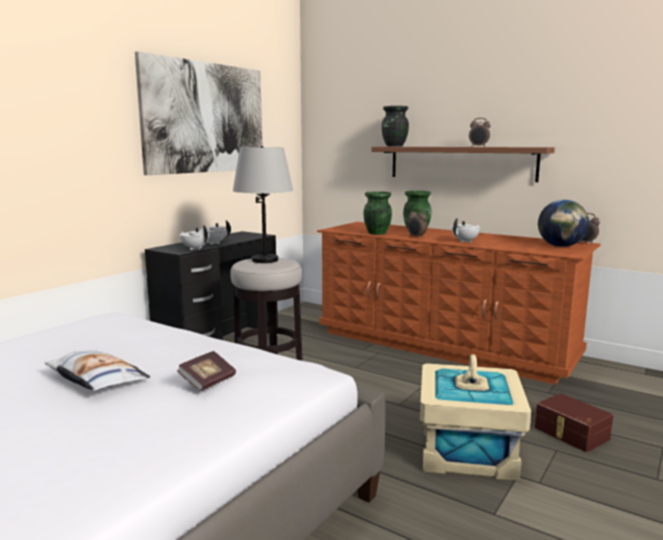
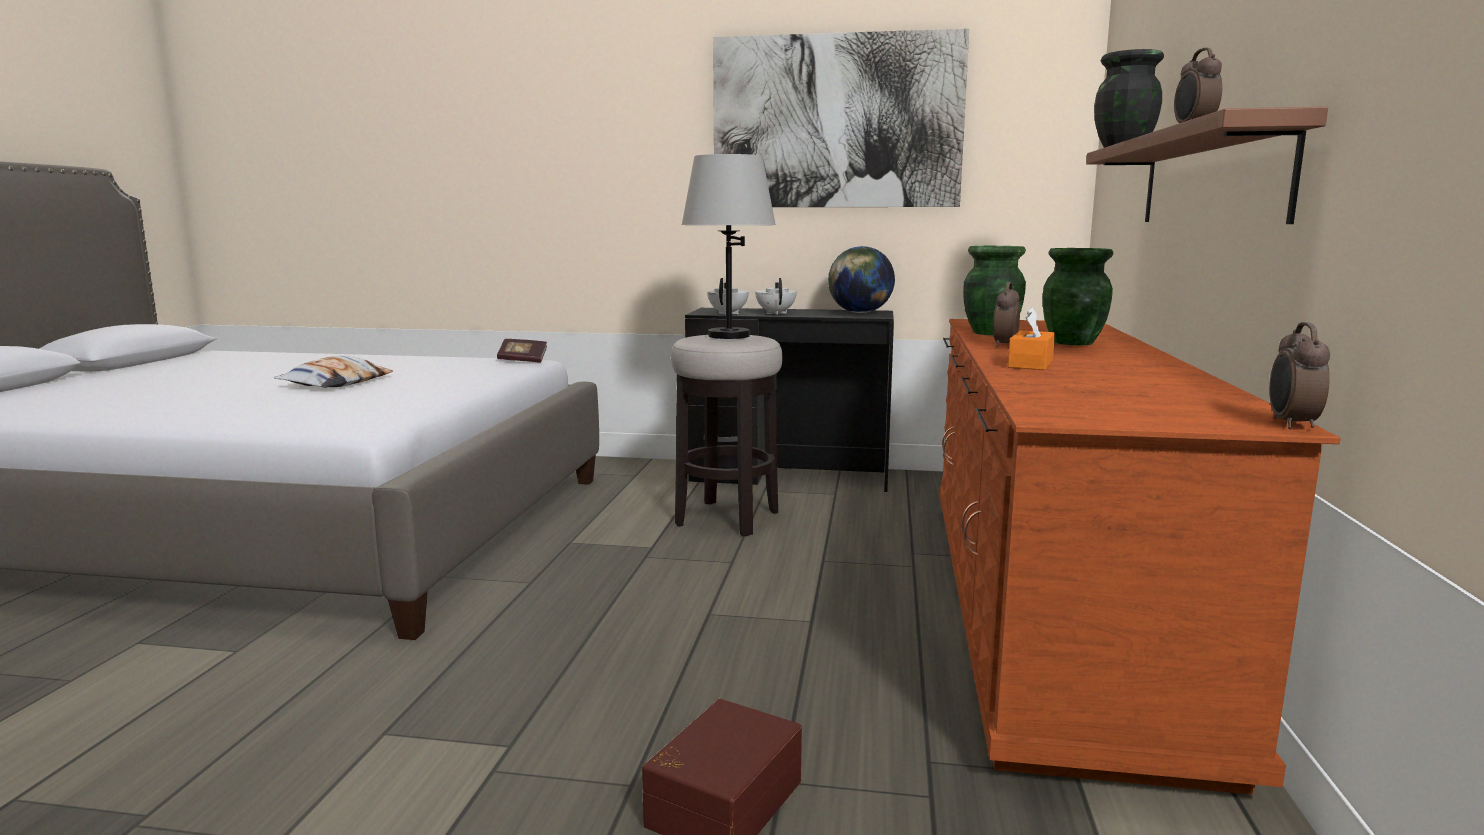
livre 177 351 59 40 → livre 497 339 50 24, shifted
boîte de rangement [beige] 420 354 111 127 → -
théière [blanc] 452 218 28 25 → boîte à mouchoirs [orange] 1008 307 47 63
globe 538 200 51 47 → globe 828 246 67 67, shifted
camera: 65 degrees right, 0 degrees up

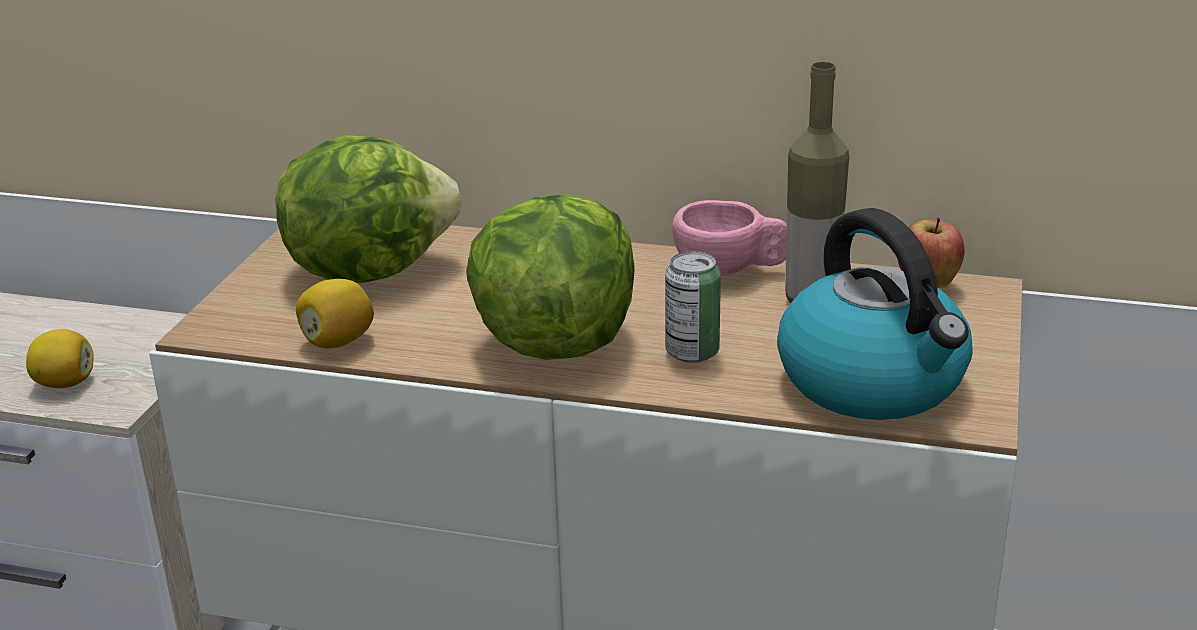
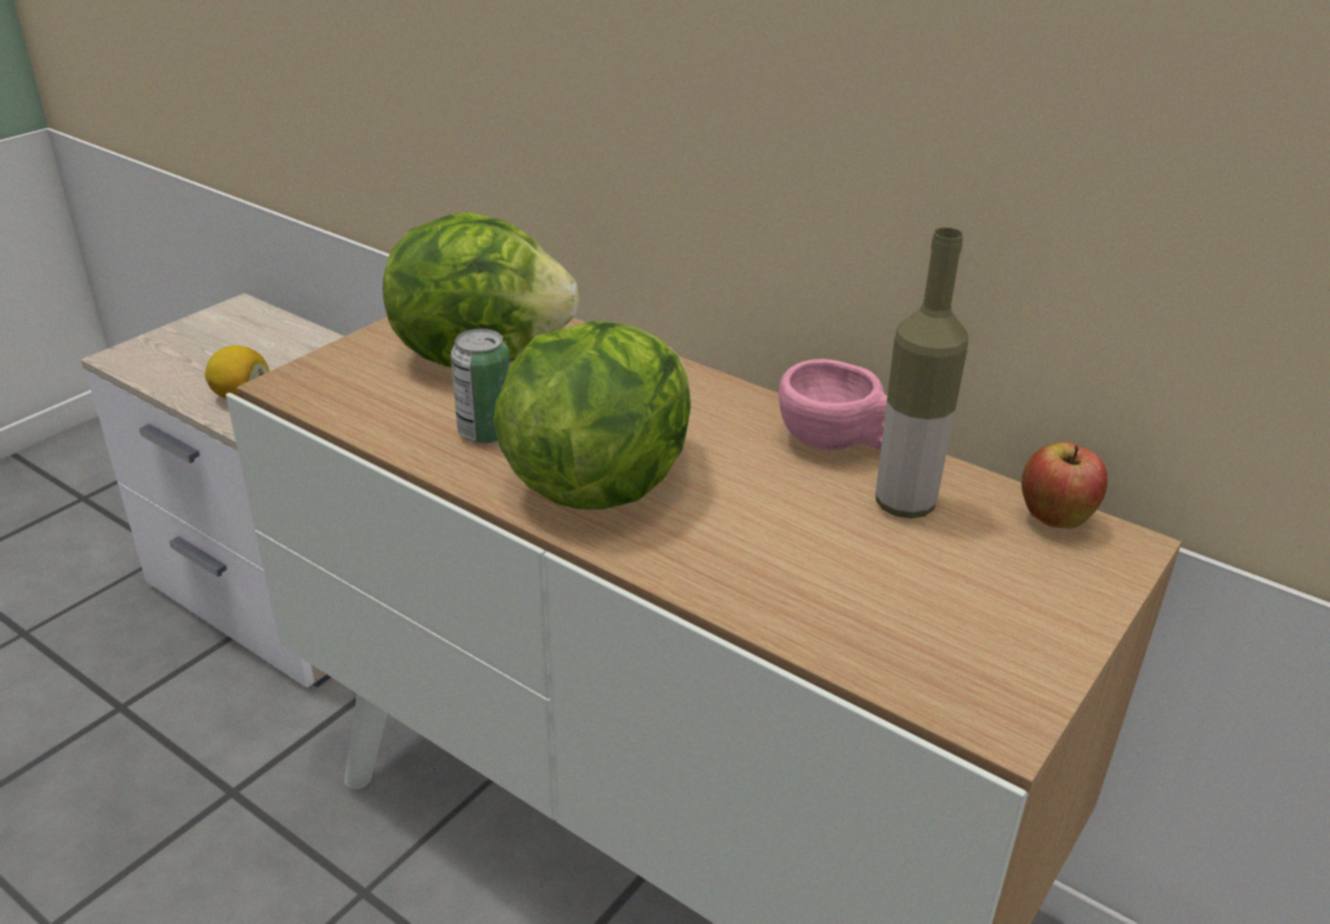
citron 296 279 78 70 → -
boîte métallique 665 251 56 112 → boîte métallique 451 329 59 115, shifted
bouilloire 777 208 195 212 → -
camera: 20 degrees right, 5 degrees up

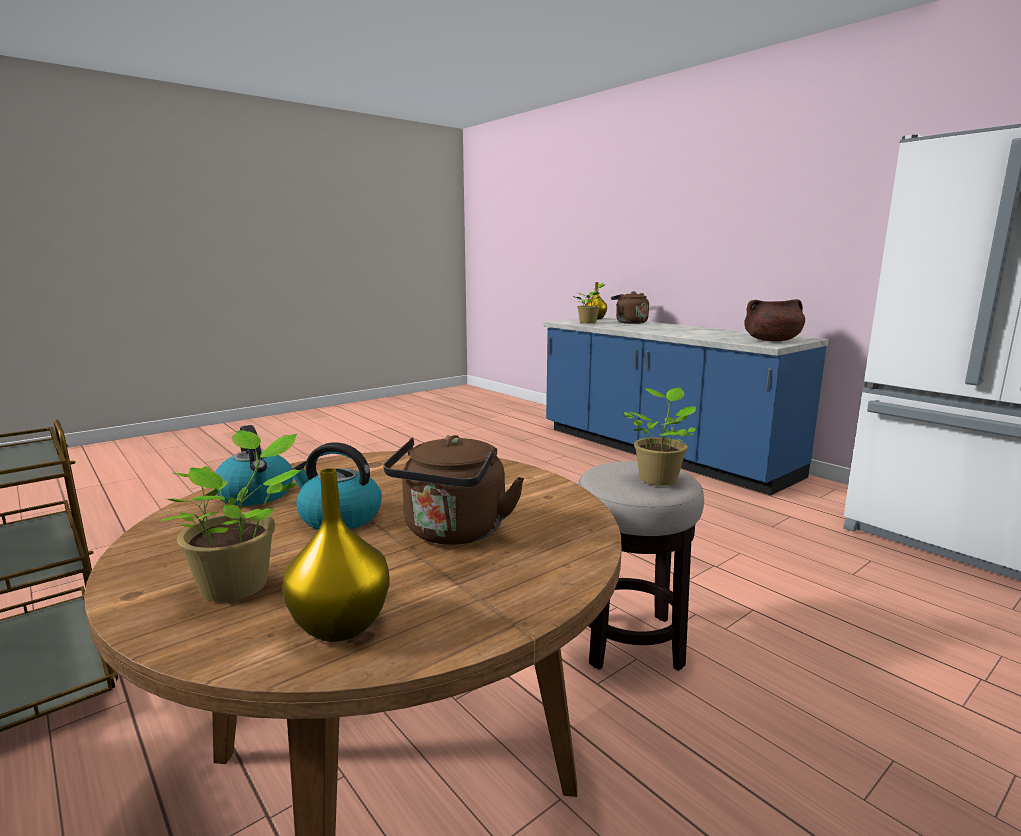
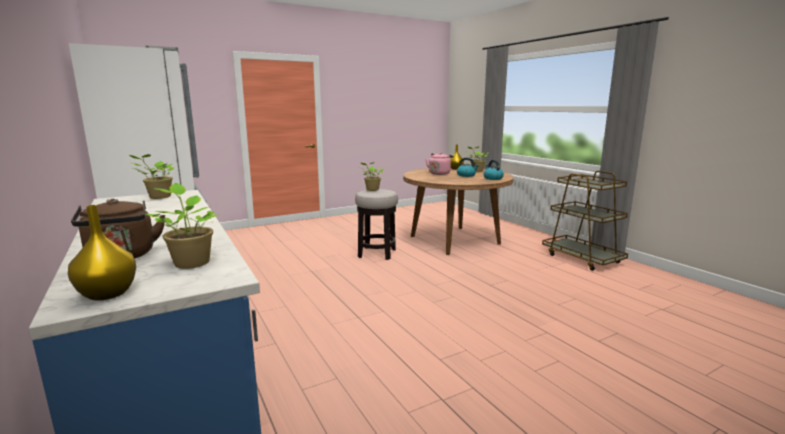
bouilloire [marron] 383 435 142 110 → bouilloire [rose] 425 153 29 22
marmite [marron] 744 299 61 43 → plante en pot 129 154 45 45
camera: 170 degrees left, 0 degrees up

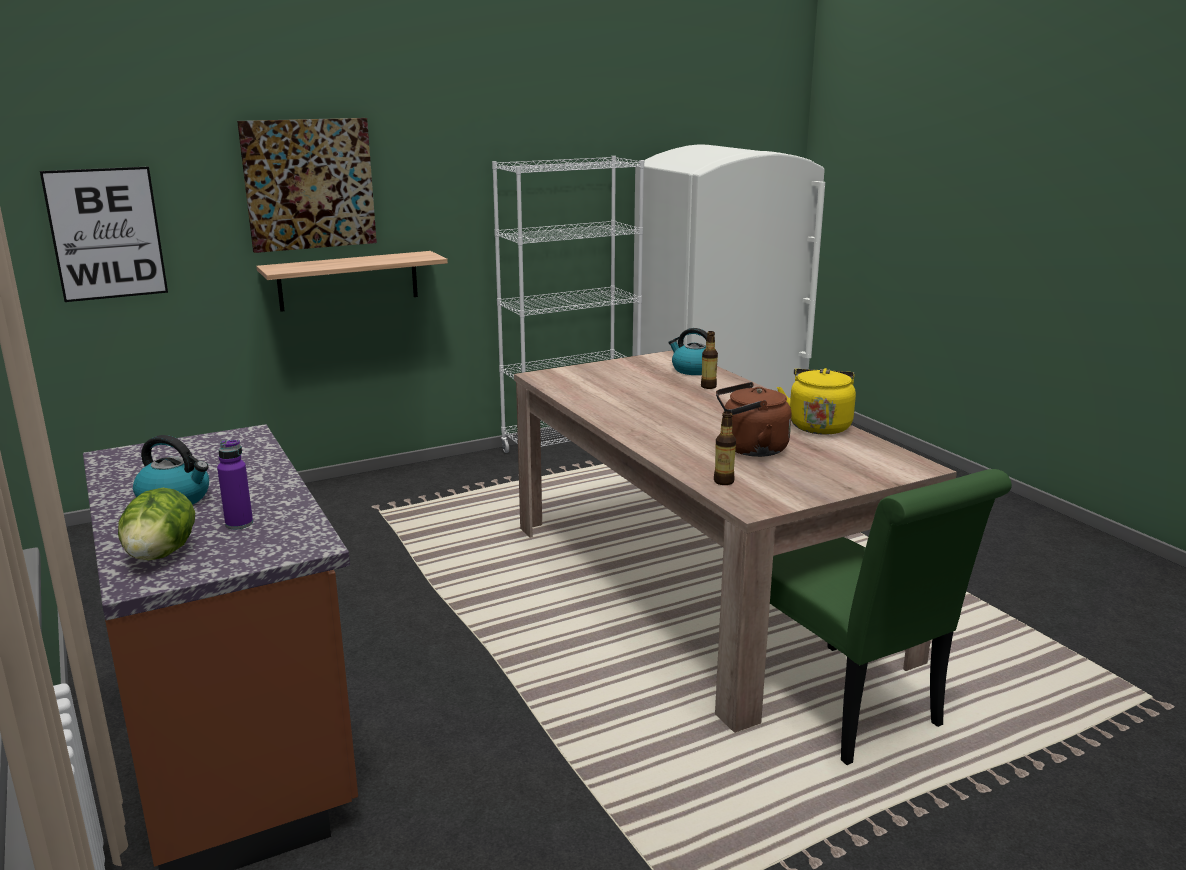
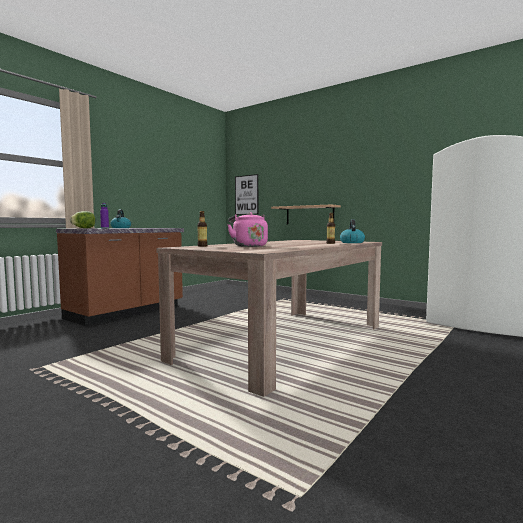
tableau 237 118 140 135 → -
bibliothèque [blanc] 492 156 152 297 → -
bouilloire [marron] 716 382 76 75 → bouilloire [rose] 227 212 41 35
chaise [vert] 770 469 242 296 → -
bouilloire [jaune] 777 368 79 66 → -
camera: 65 degrees right, 15 degrees down

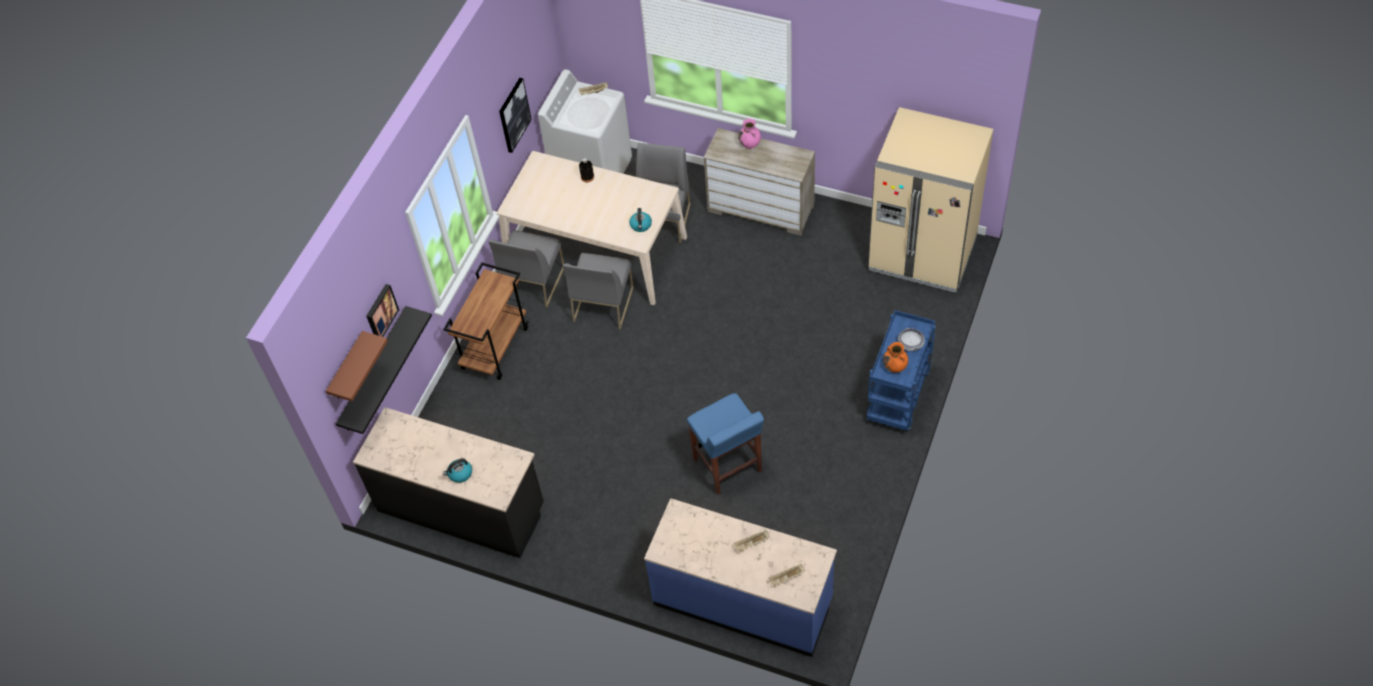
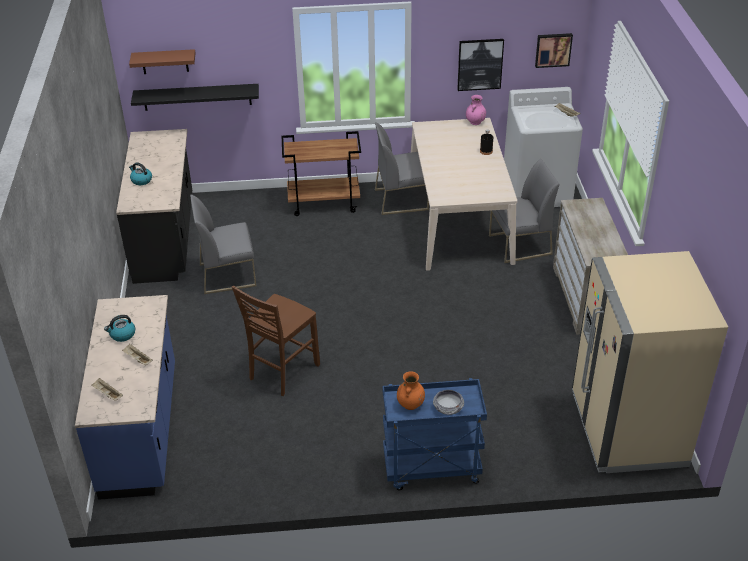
tableau 366 284 33 53 → tableau 535 33 38 35, shifted
chaise [gris] 563 253 71 76 → chaise [gris] 190 195 66 99, shifted
bouilloire 629 208 23 24 → bouilloire 104 315 31 27, shifted
tabouret [bleu] 687 393 77 102 → chaise [marron] 232 285 88 111
vase [rose] 738 119 23 30 → vase [rose] 466 95 20 30, shifted
camera: 60 degrees right, 15 degrees down

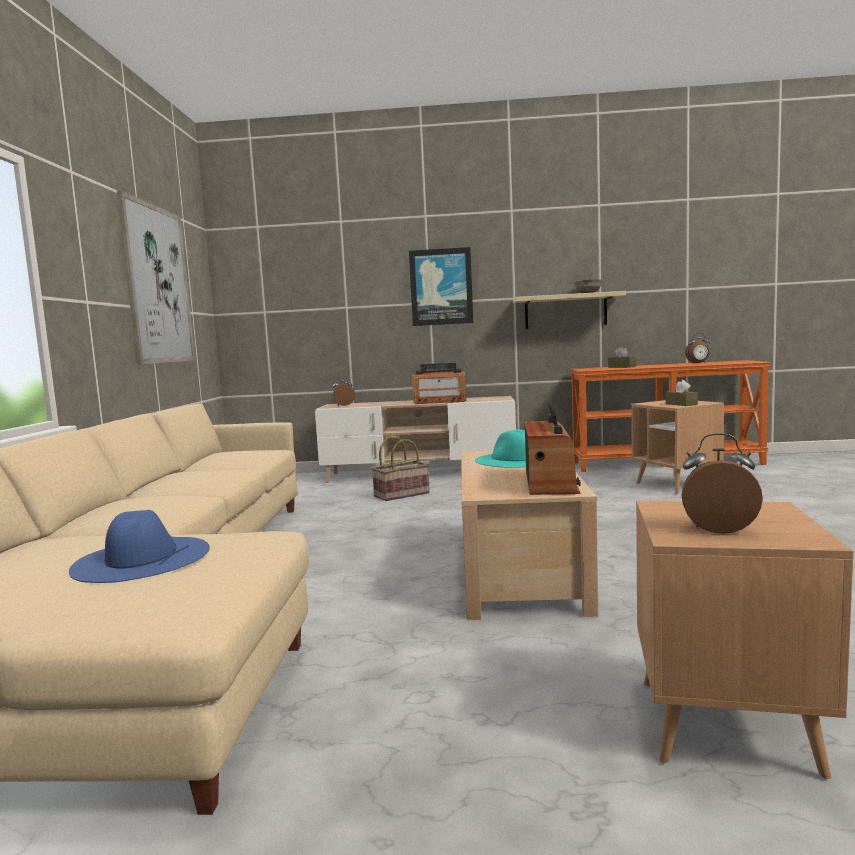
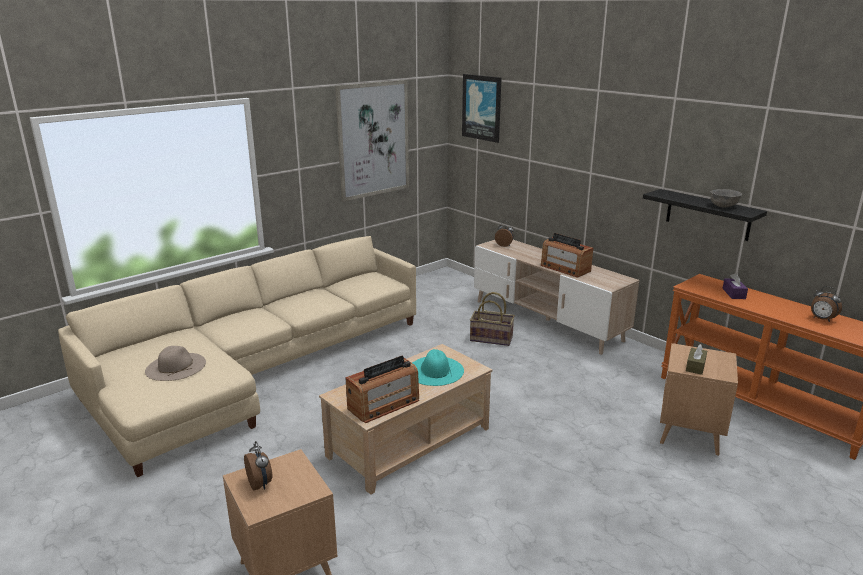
chapeau [bleu] 69 510 141 73 → chapeau [beige] 145 346 61 35
tableau 409 247 64 79 → tableau 462 74 39 69, shifted
étagère [beige] 513 291 113 38 → étagère [noir] 643 189 124 52
boîte à mouchoirs [marron] 608 346 28 22 → boîte à mouchoirs [violet] 722 273 26 26
camera: 45 degrees right, 15 degrees up

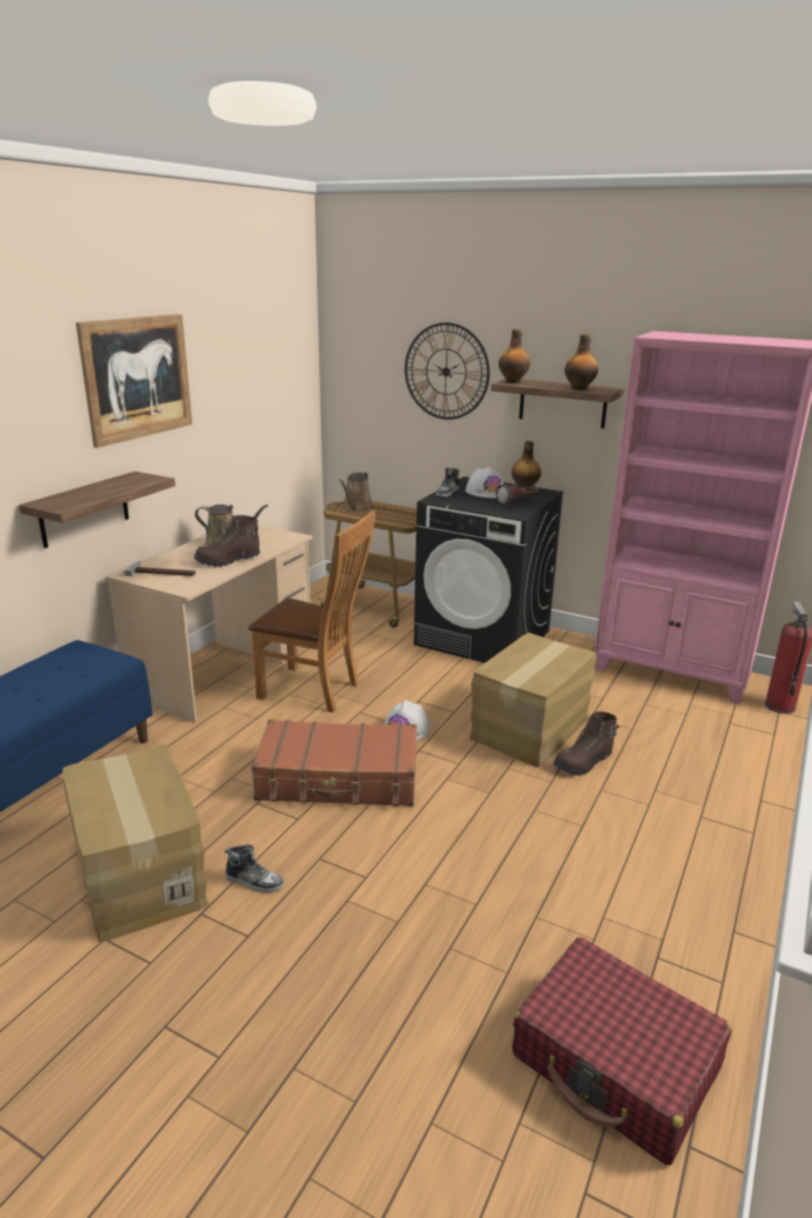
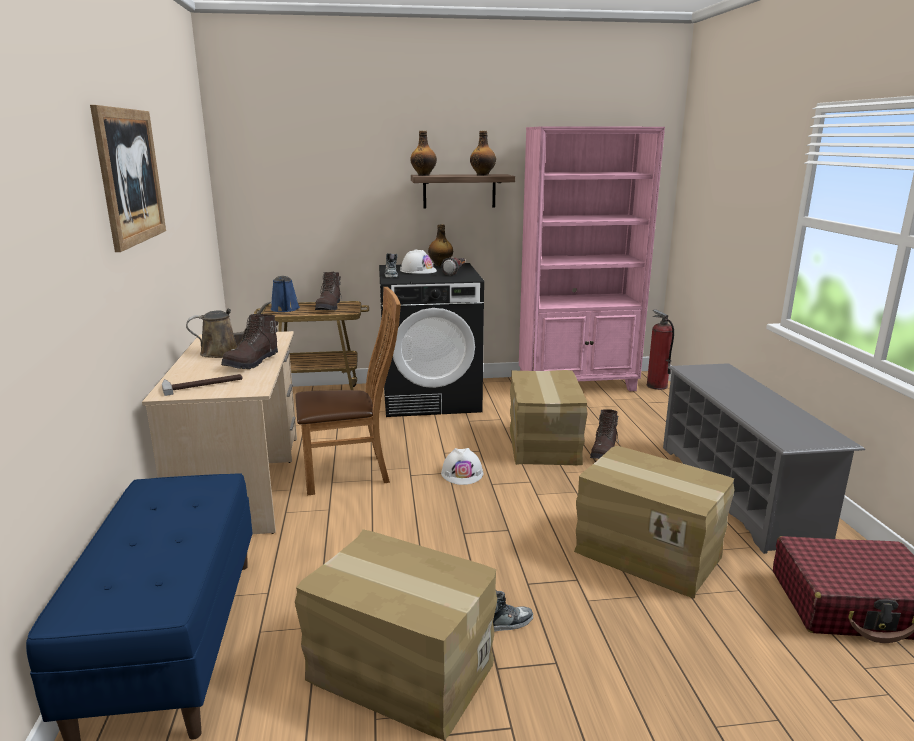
étagère 19 471 156 77 → -
valise [marron] 251 719 166 87 → -
arrosoir [marron] 339 472 34 39 → arrosoir [bleu] 271 276 29 36
horloge murale 405 322 85 98 → -
- → botte [marron] 315 272 27 38
- → carton 574 446 161 153
- → étagère à chaussures [gris] 663 363 202 191
camera: 35 degrees left, 5 degrees down

